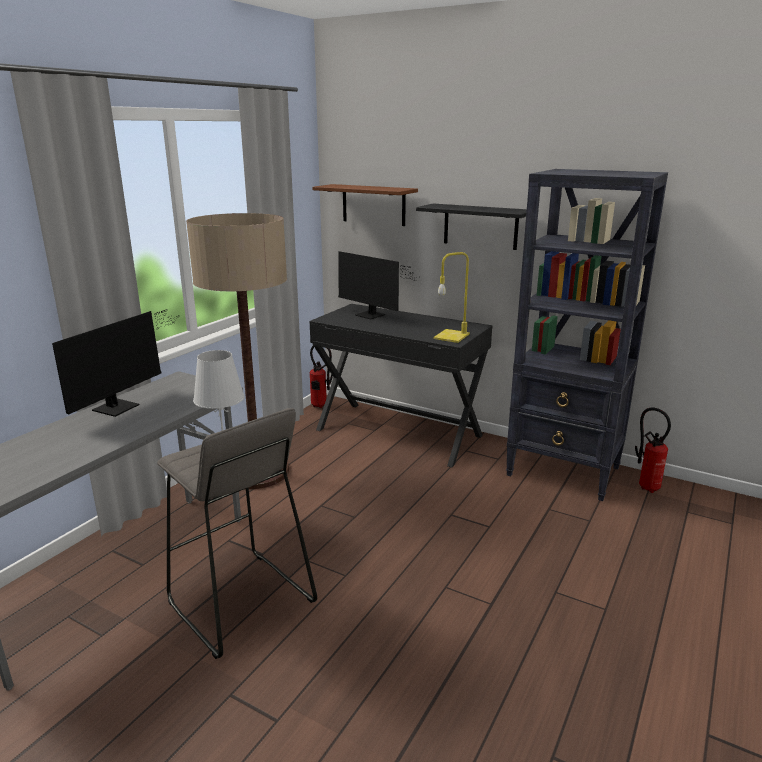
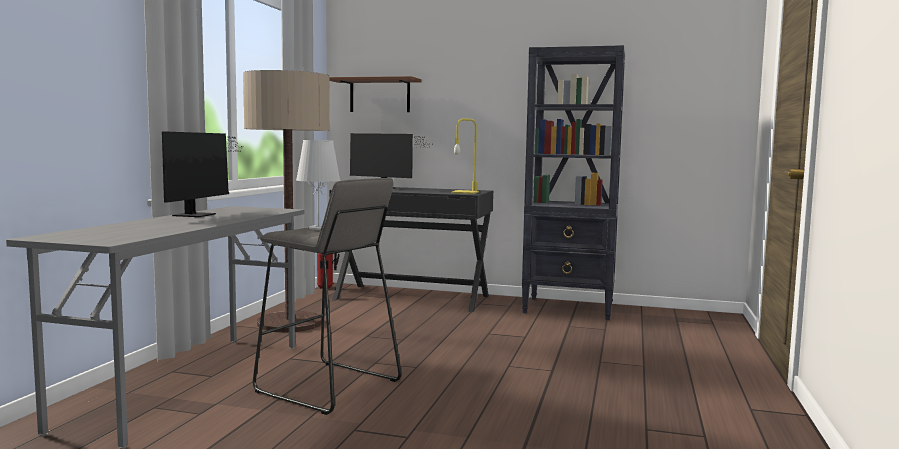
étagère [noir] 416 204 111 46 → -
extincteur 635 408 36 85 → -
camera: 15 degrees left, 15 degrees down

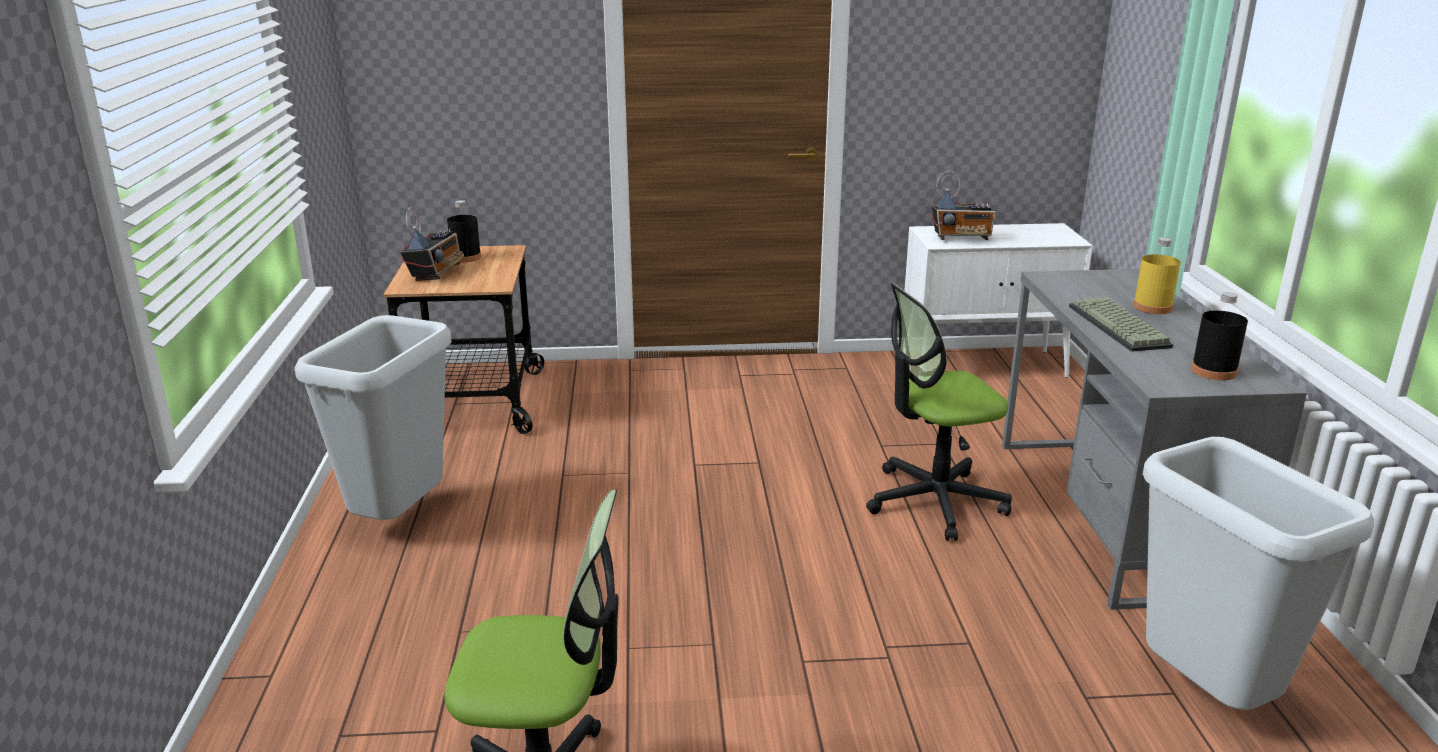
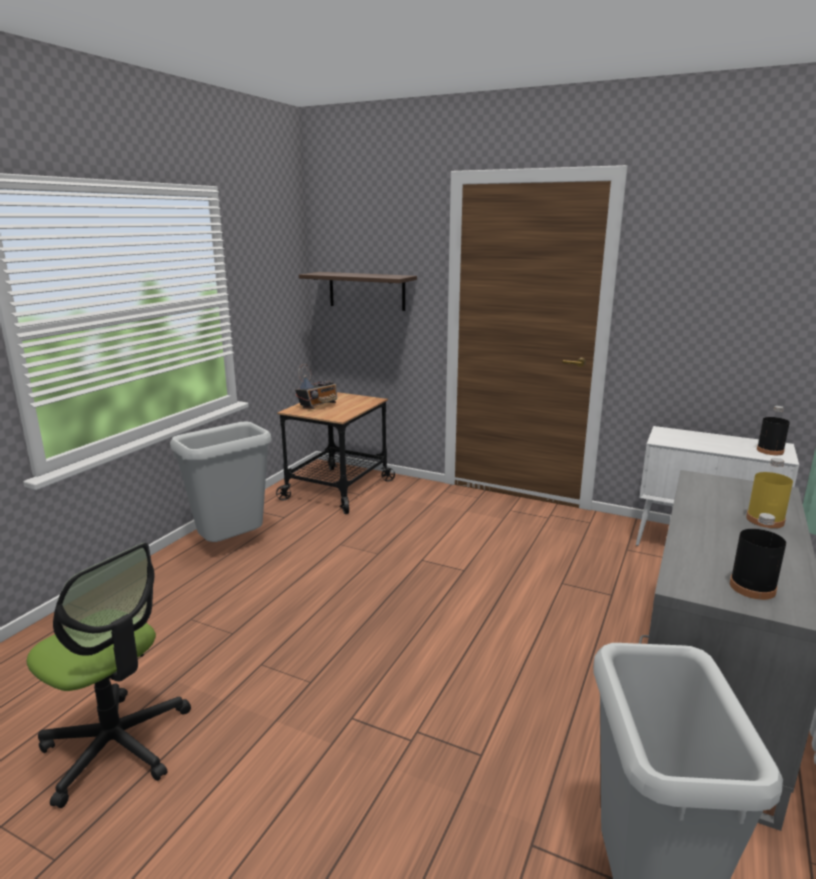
bouteille [noir] 447 200 34 63 → bouteille [noir] 757 406 33 49, shifted
chaise de bureau 866 283 146 258 → -
radio 931 171 64 69 → -
clavier 1069 297 104 55 → -
- → étagère 299 272 118 39
camera: 30 degrees right, 5 degrees down

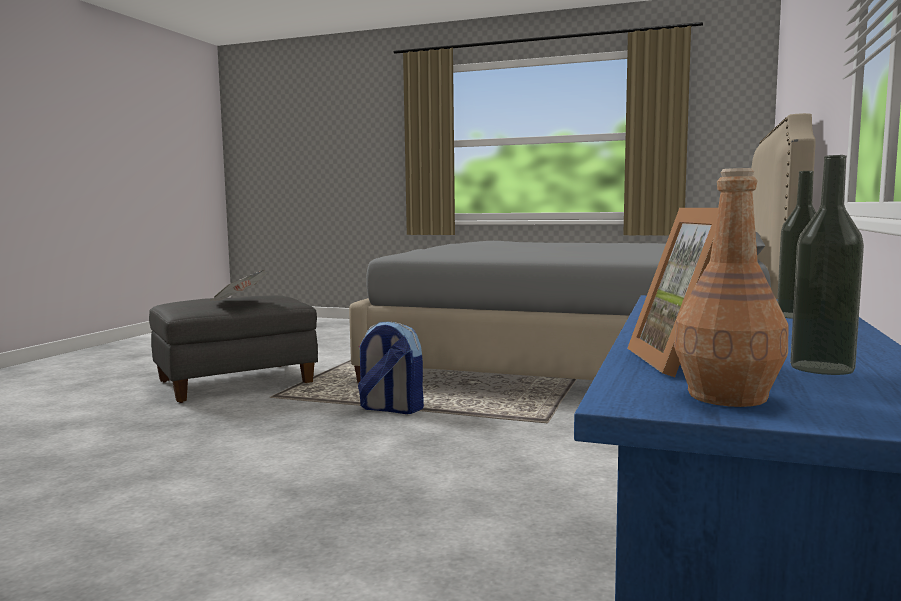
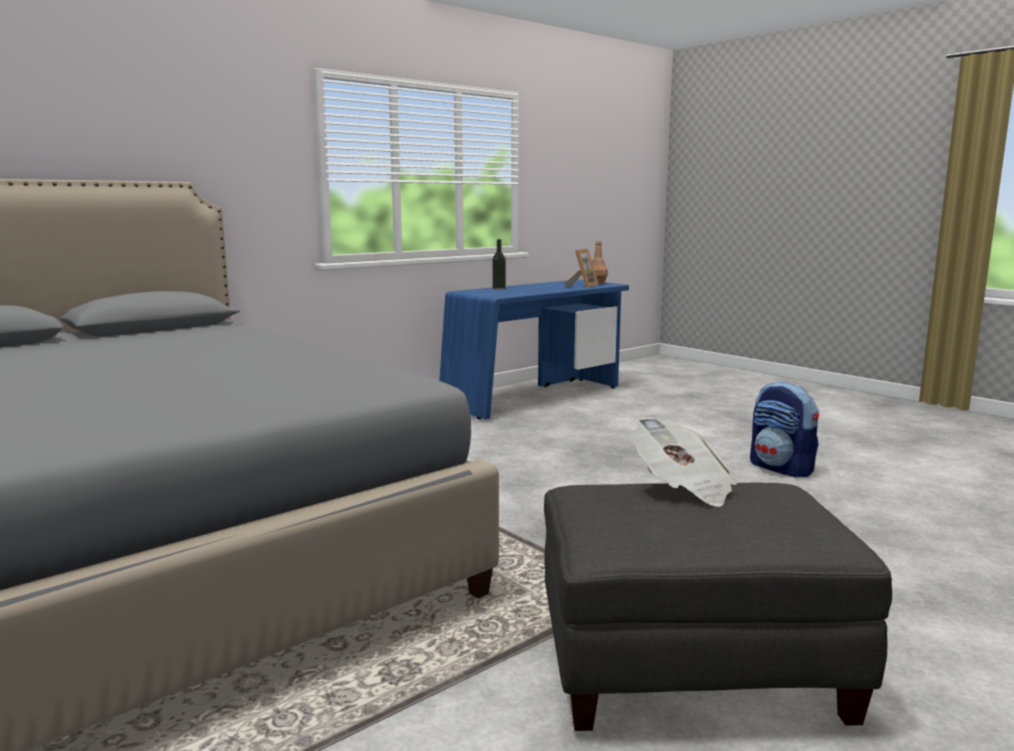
sac à dos 358 321 66 93 → sac à dos 750 382 69 96, shifted
bouteille 790 155 74 220 → -
camera: 150 degrees left, 5 degrees up

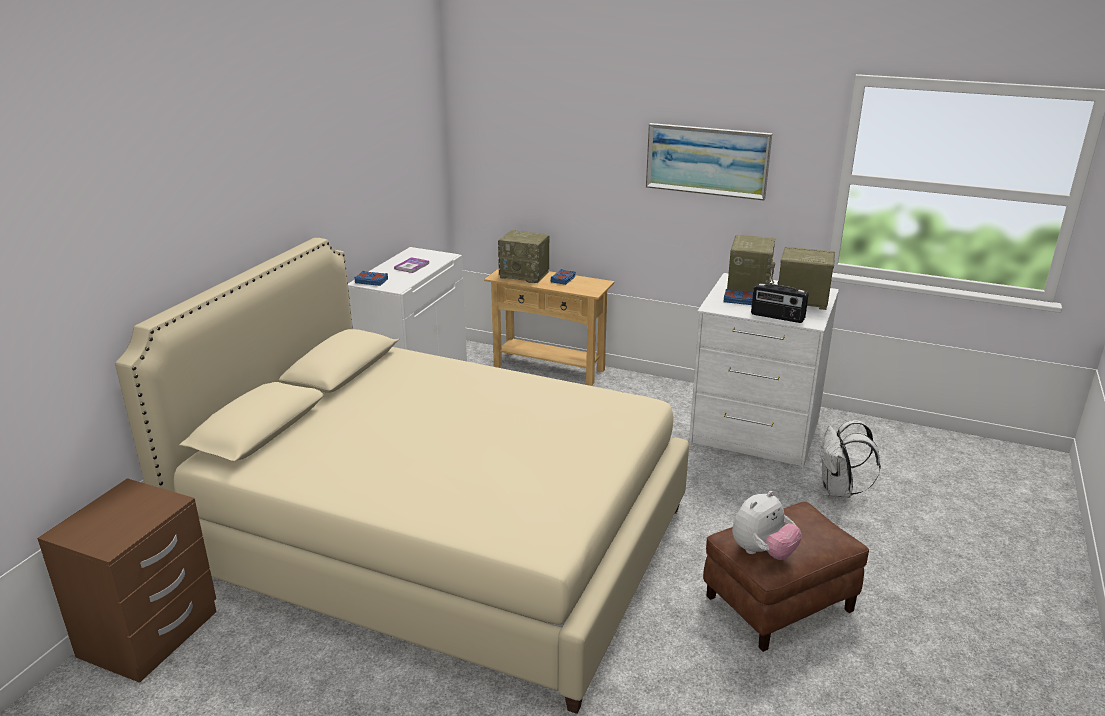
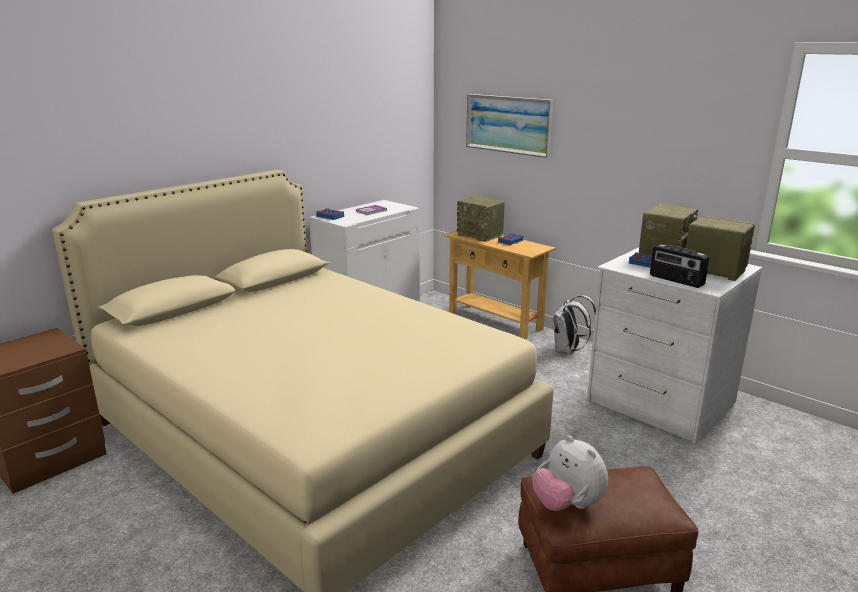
tableau 646 123 126 77 → tableau 466 94 87 64, shifted
peluche 732 491 70 69 → peluche 532 436 76 75, 75 degrees clockwise
sac à dos [blanc] 820 420 61 78 → sac à dos [blanc] 552 295 44 59, shifted
camera: 20 degrees right, 5 degrees down

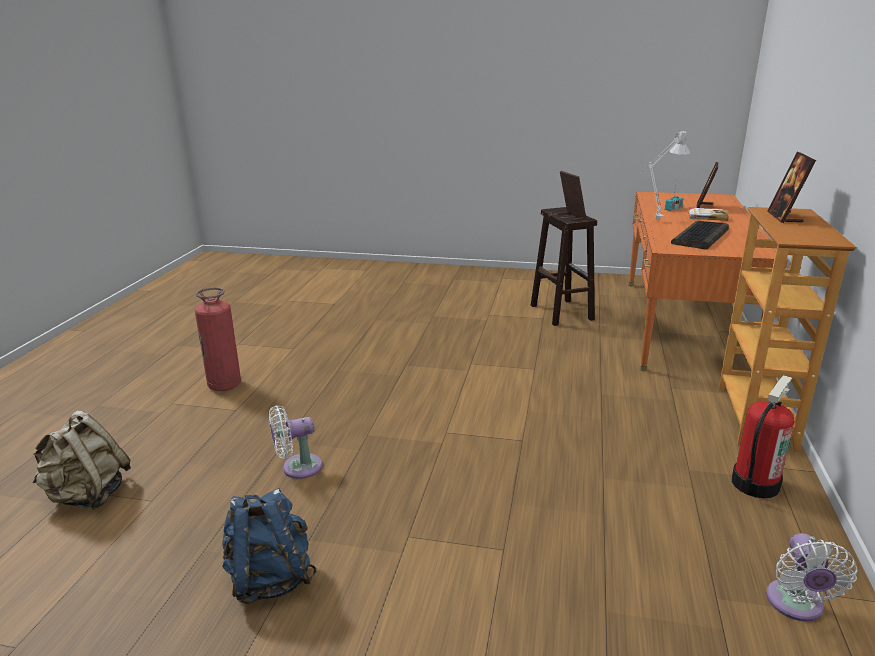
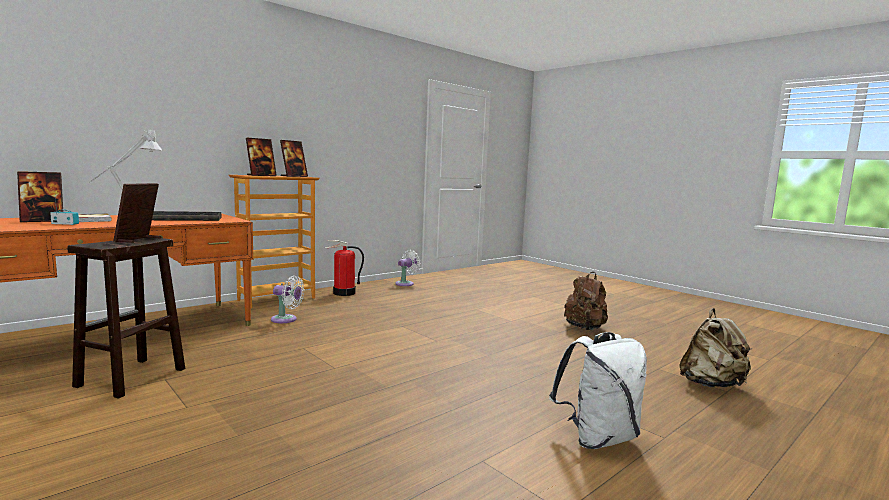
extincteur 195 287 46 104 → sac à dos [blanc] 549 332 98 117
sac à dos [bleu] 222 488 95 116 → sac à dos [marron] 564 272 44 58
ventilateur [blanc] 269 405 53 74 → ventilateur [blanc] 271 275 34 48, shifted
- → cadre photo 280 140 28 37
camera: 145 degrees left, 15 degrees down

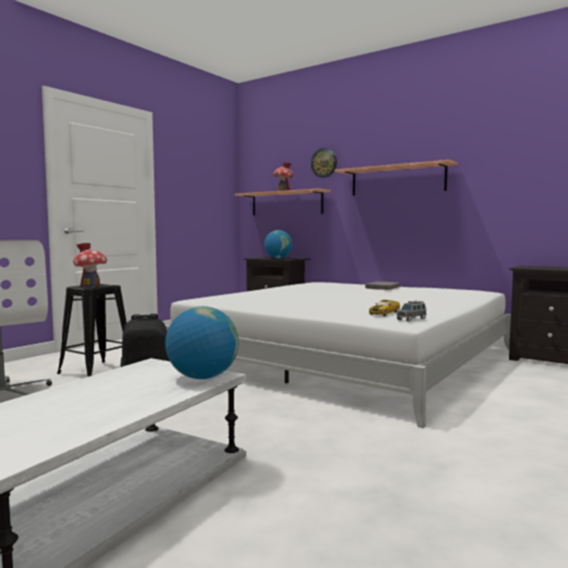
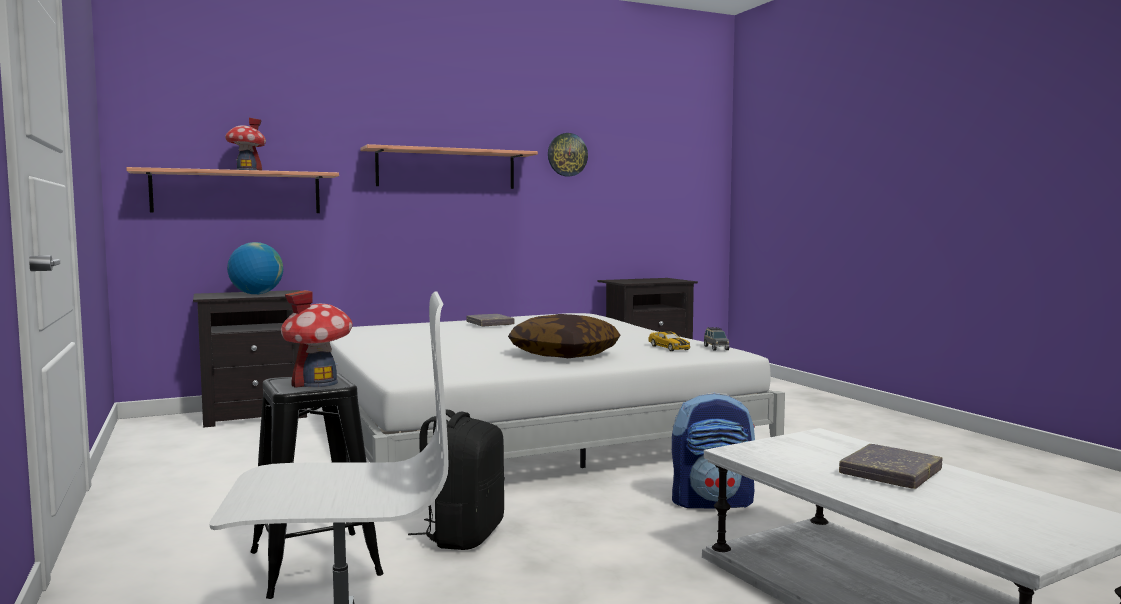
globe 165 306 74 73 → -
horloge murale 311 148 26 30 → horloge murale 548 133 40 44, shifted
- → coussin 508 314 113 44
- → sac à dos 672 393 83 115
- → livre [gris] 839 444 103 45
camera: 60 degrees left, 0 degrees up

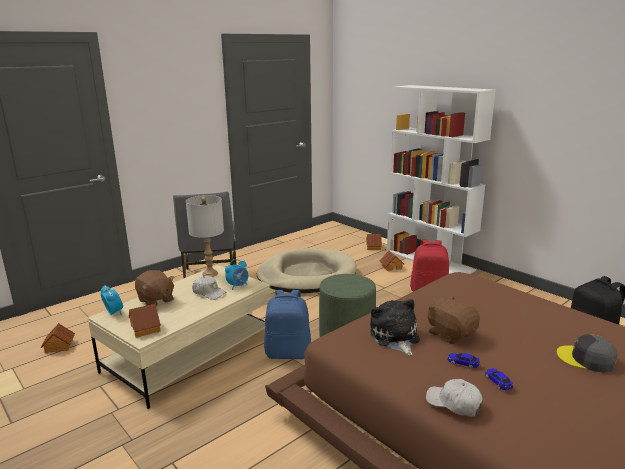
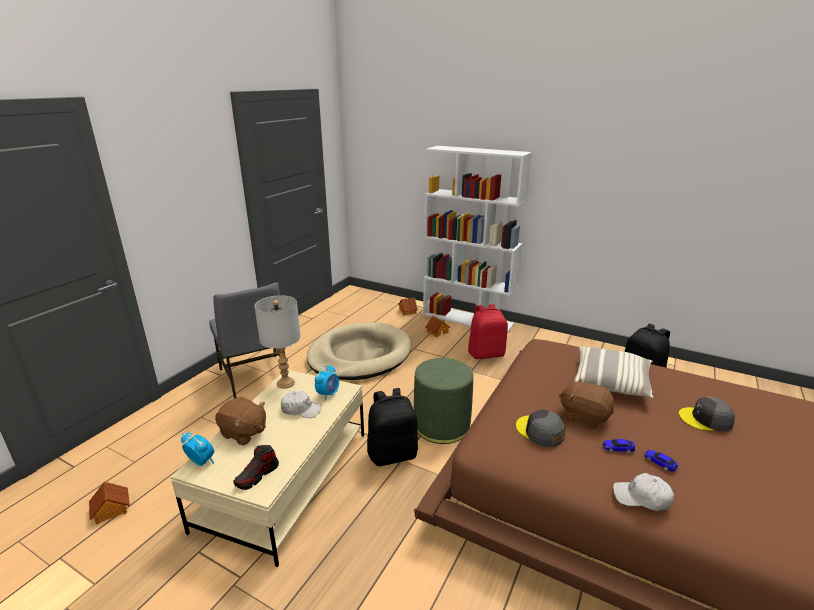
maison miniature 129 303 32 35 → chaussure 234 445 45 45
sac à dos [bleu] 264 290 47 69 → sac à dos [noir] 367 388 51 78
peluche 370 299 50 57 → casquette [gris] 516 410 49 37
- → coussin 574 347 79 51
camera: 20 degrees left, 5 degrees up

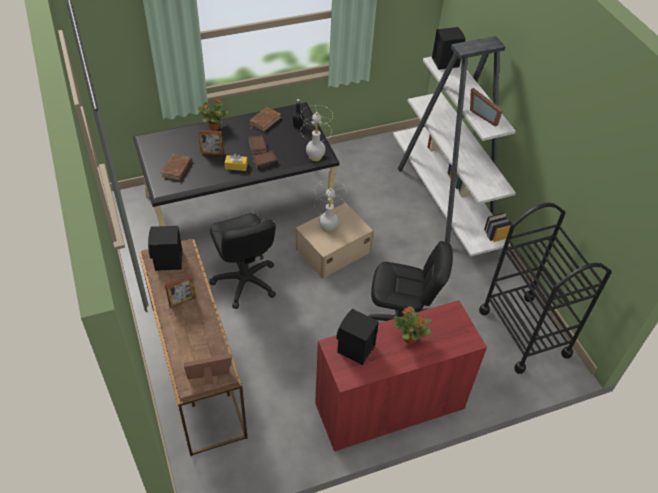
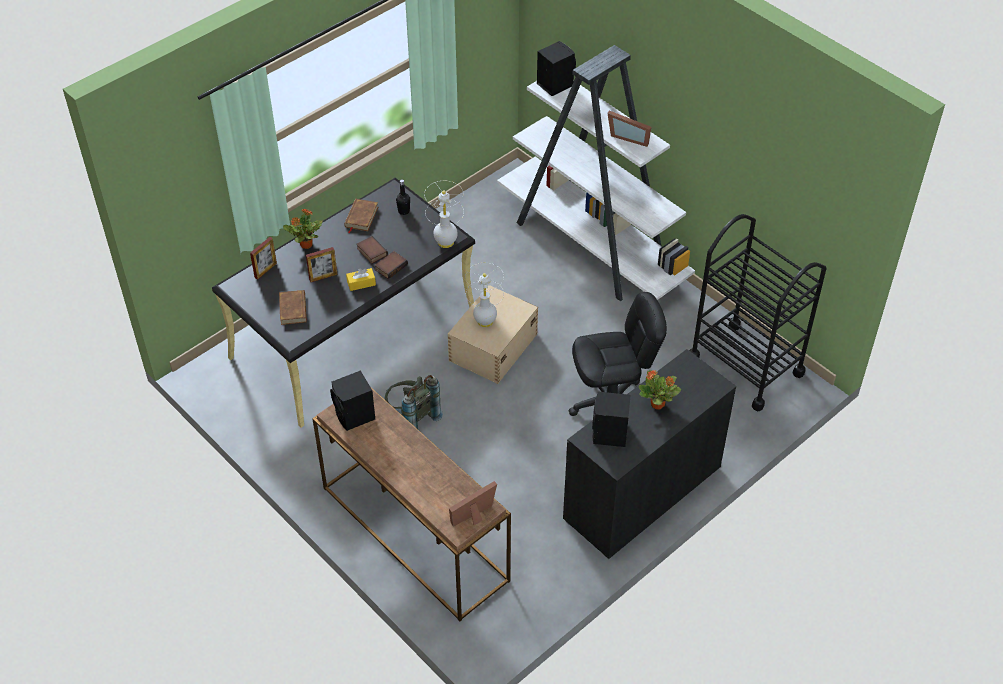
cadre photo 165 275 31 33 → cadre photo 250 237 27 43, shifted
chaise de bureau [noir] 210 213 66 96 → sac à dos [gris] 385 375 58 56
meuble de rangement [rouge] 315 300 172 152 → meuble de rangement [noir] 563 349 173 211
camera: 20 degrees left, 0 degrees up

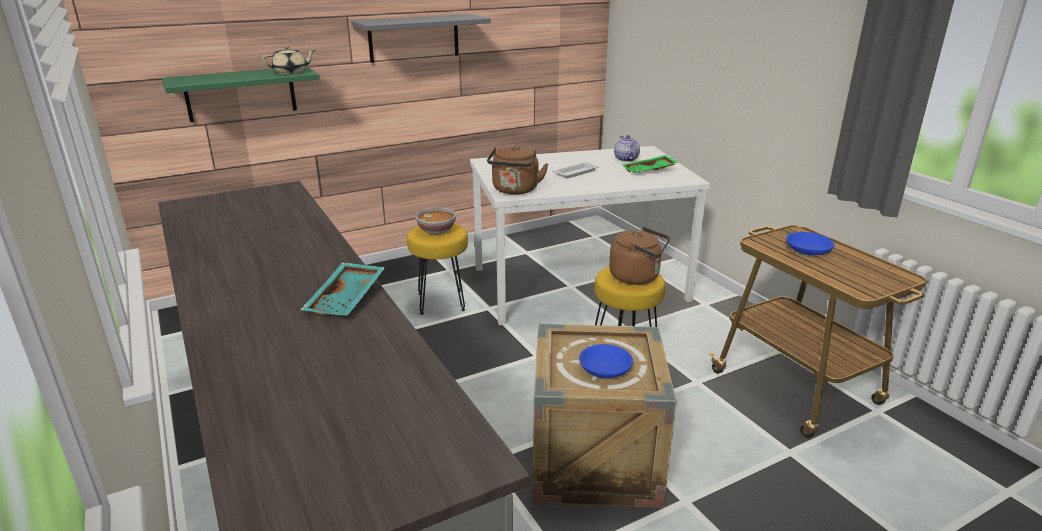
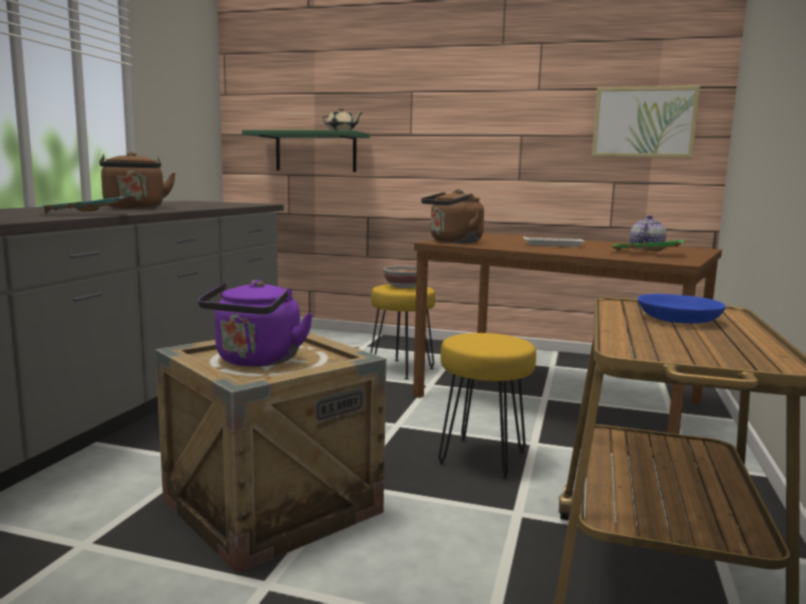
étagère [gris] 351 14 140 49 → -
table à manger [blanc] 470 146 240 179 → table à manger [marron] 413 233 309 215
bol [bleu] 579 344 54 34 → bouilloire [violet] 198 280 115 87
bouilloire [marron] 609 227 61 58 → bouilloire [marron] 99 151 77 58, shifted
- → tableau 592 86 108 72
camera: 45 degrees right, 15 degrees down

